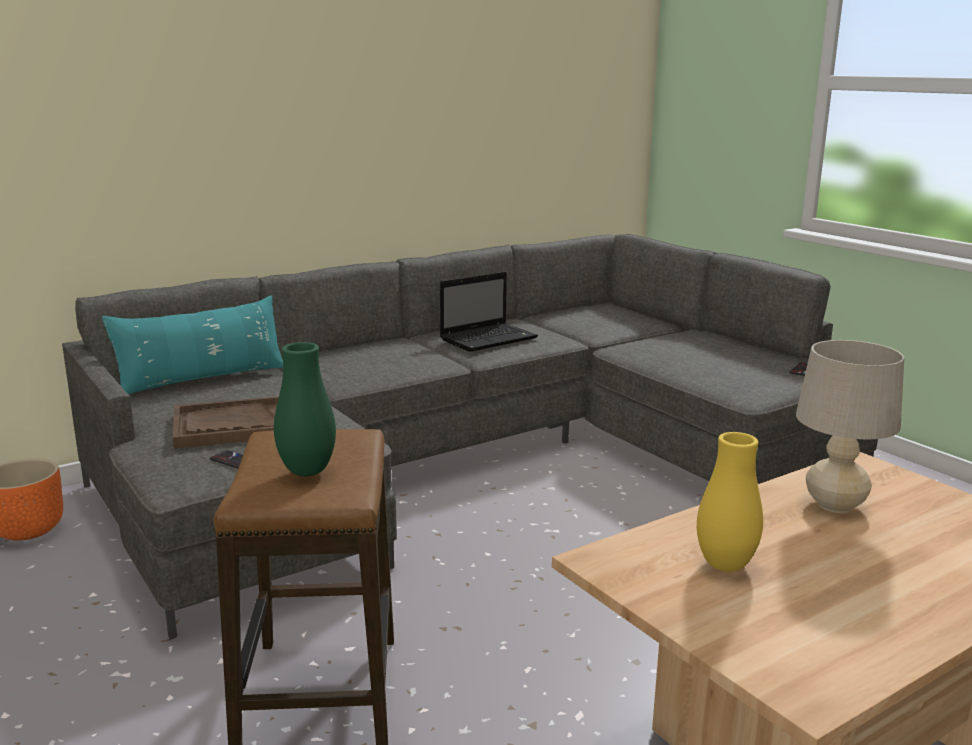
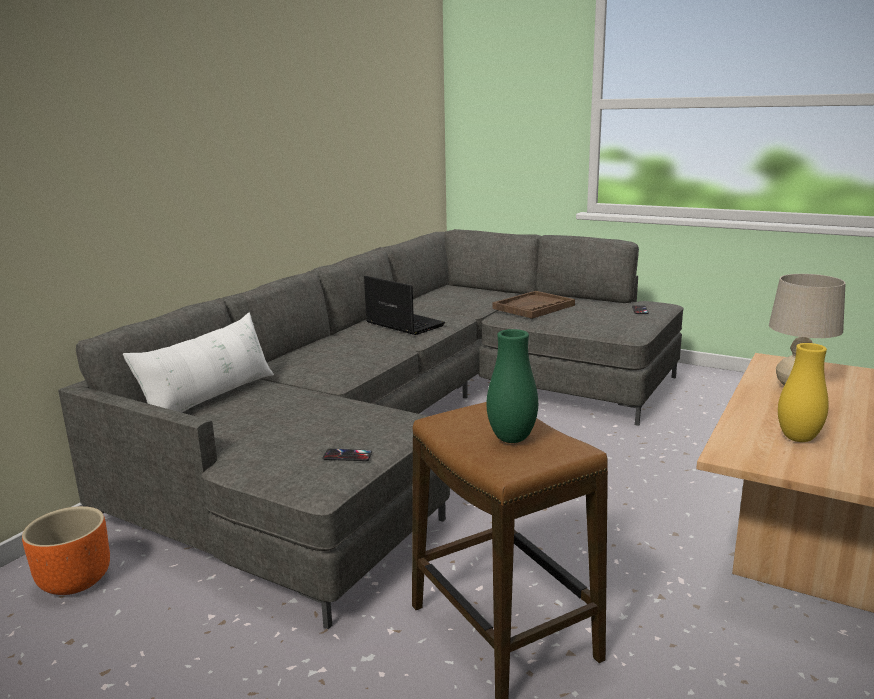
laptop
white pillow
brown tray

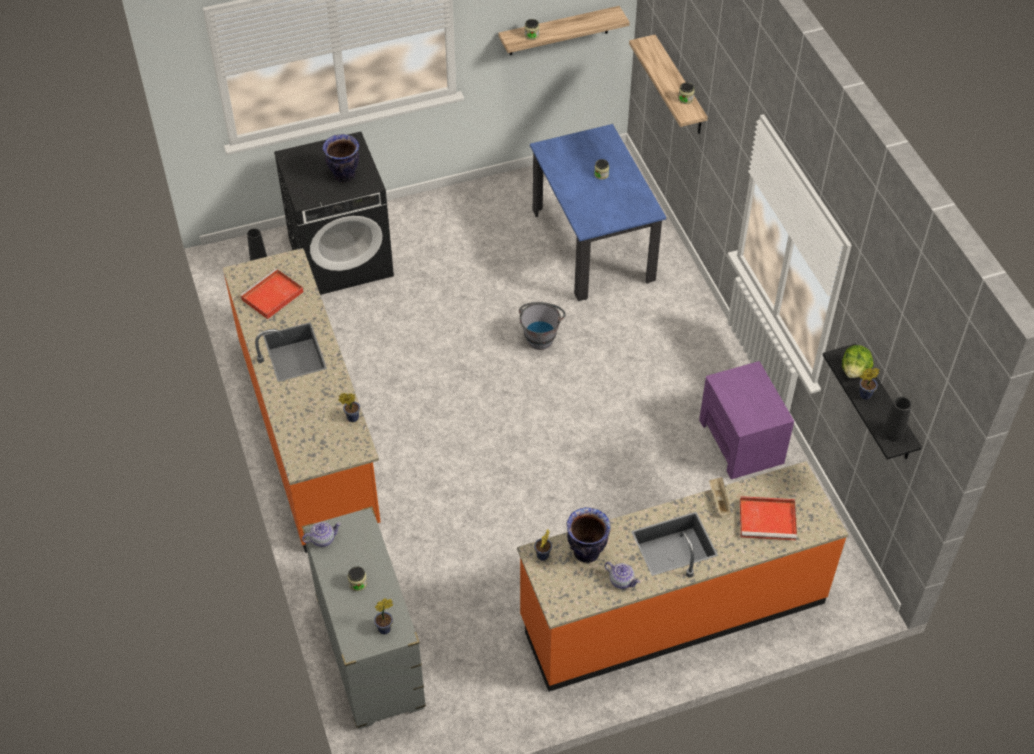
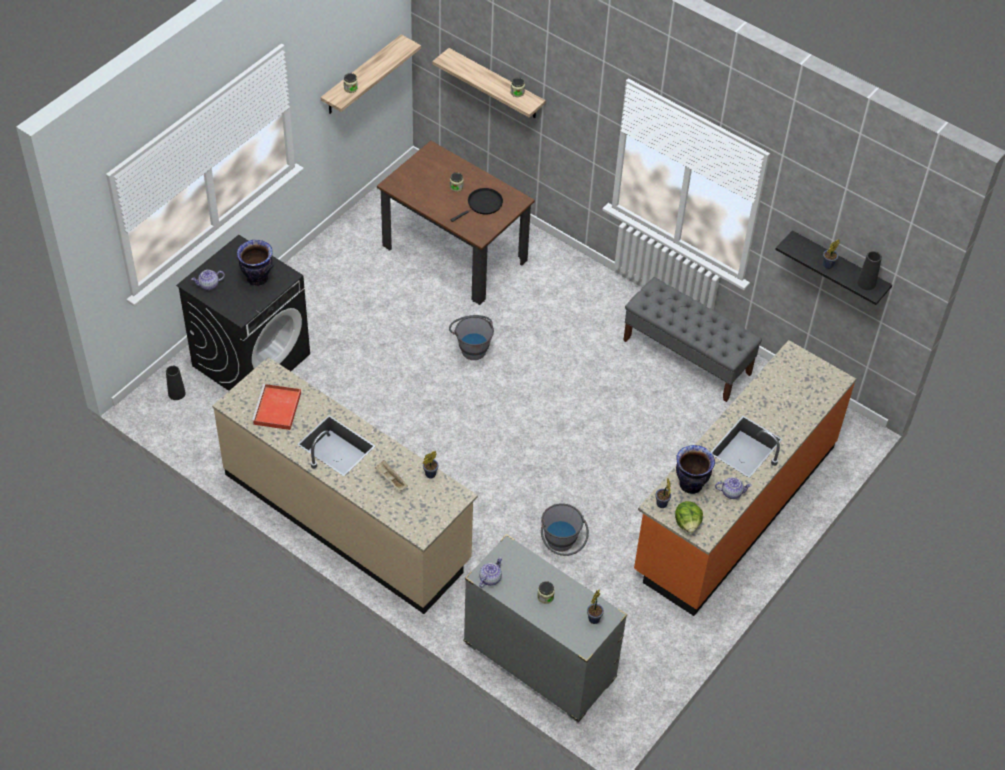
brown dining table
beige counter
lettuce
grey bench
beige tray
red tray (2nd from left in the first image)
black frying pan
teapot (1st from left)
grey bucket (2nd from left)

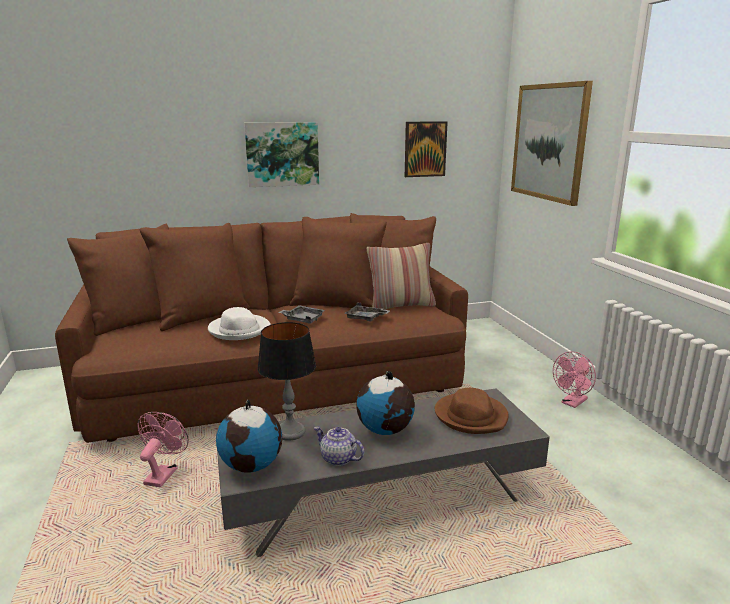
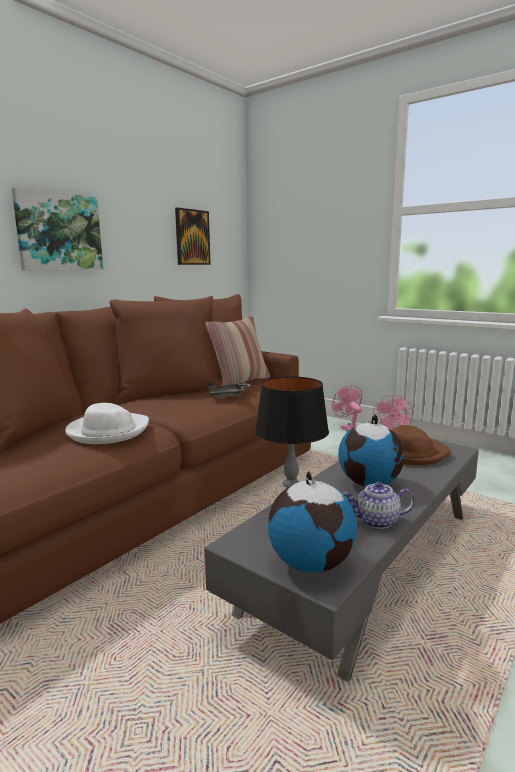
picture (3rd from left in the first image)
grey tray (1st from left in the first image)
pink fan (1st from left)

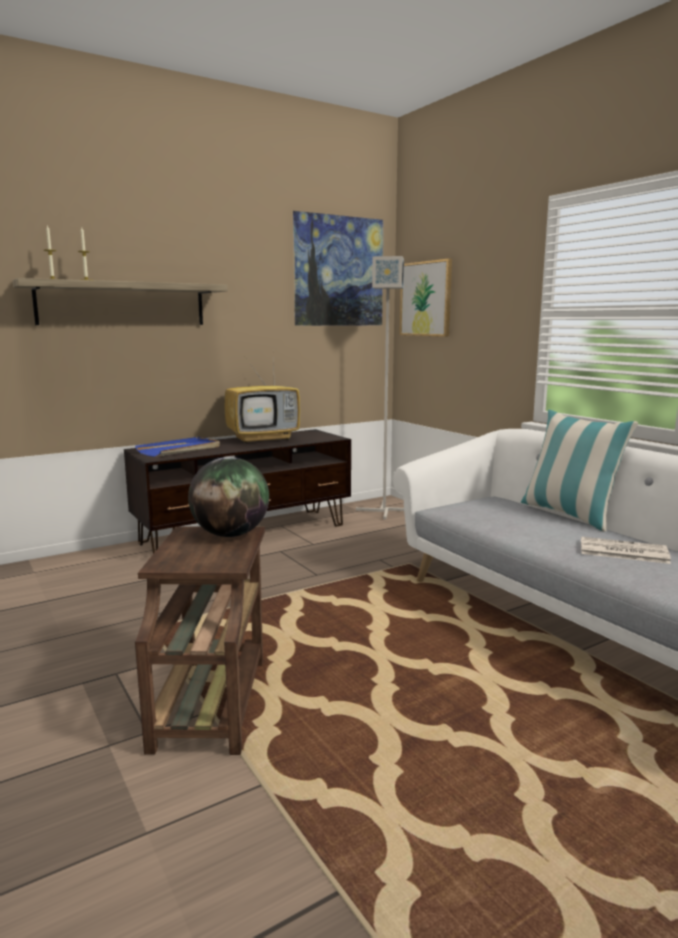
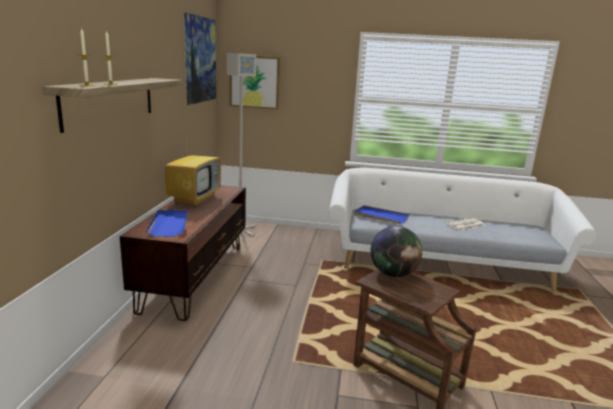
pillow
blue tray (2nd from left)

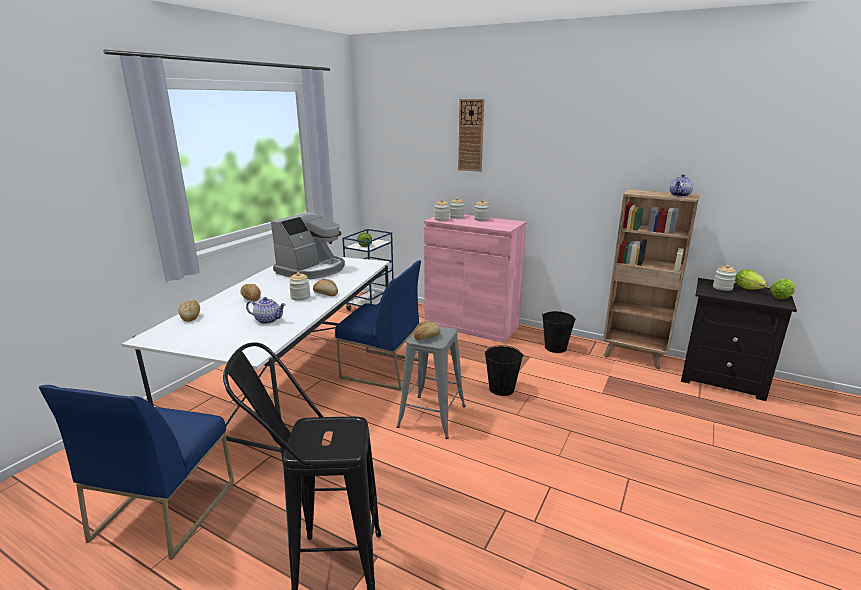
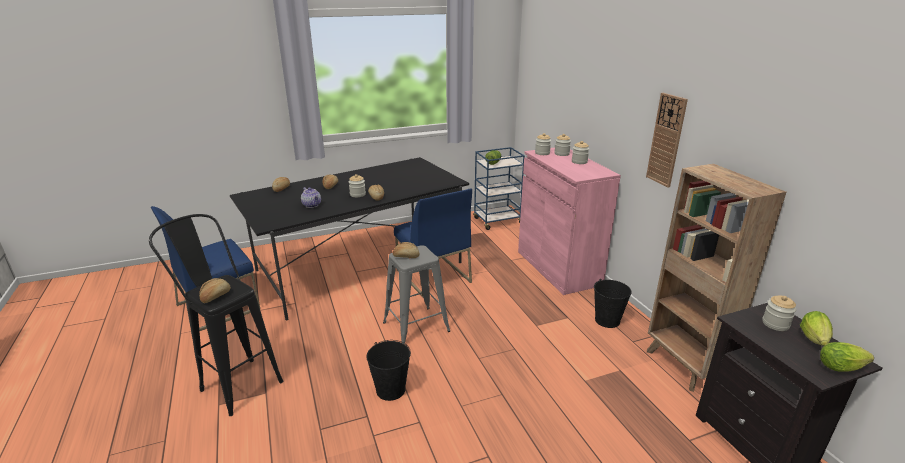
wall clock
teapot (2nd from left in the first image)
coffee machine
black dining table
black bucket (1st from left)
bread (1st from left)

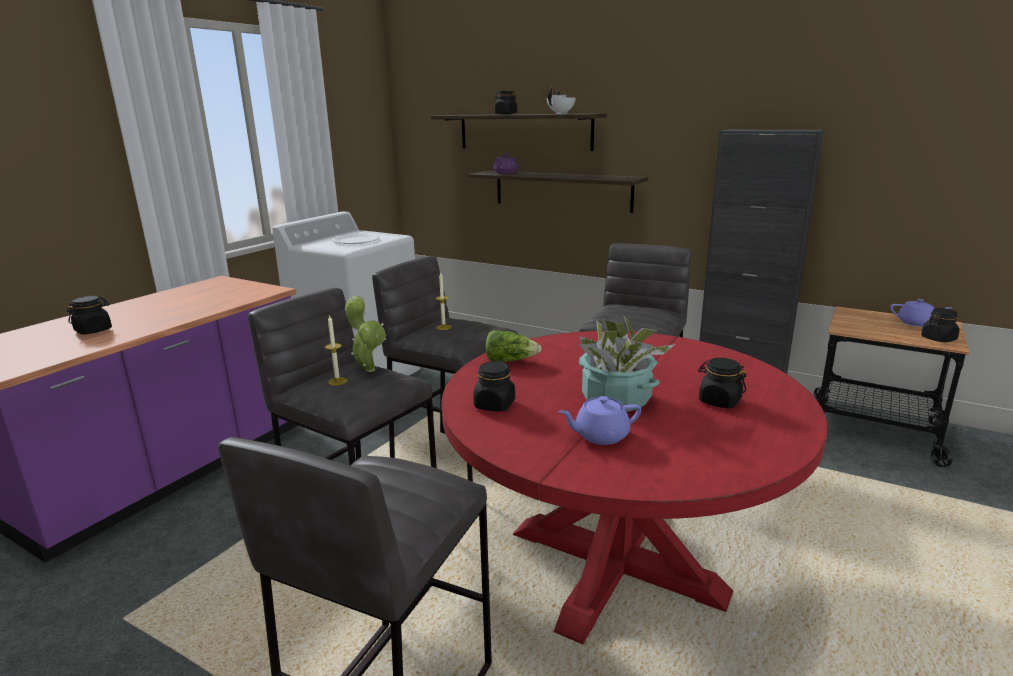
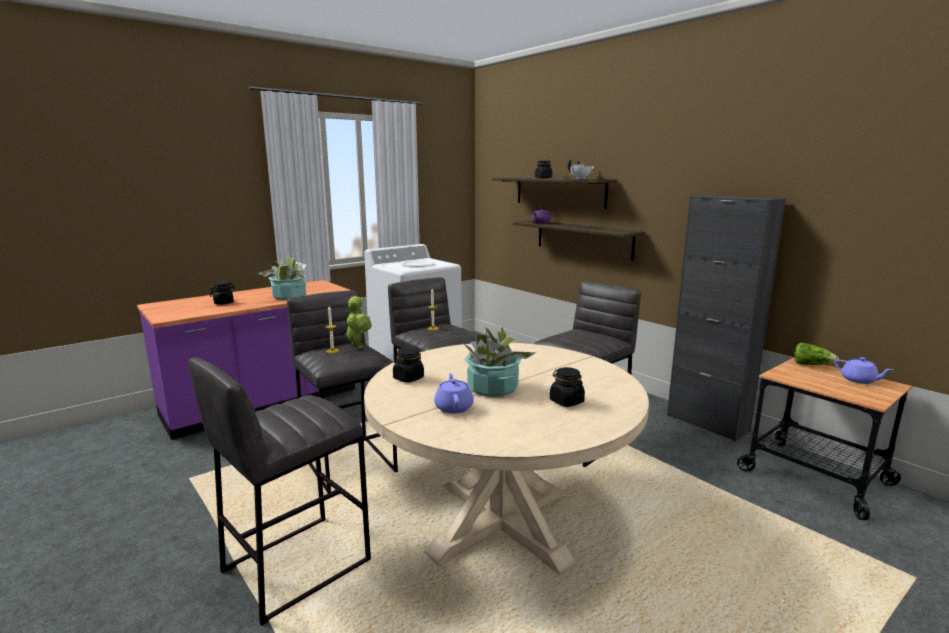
black jar (5th from left in the first image)
lettuce
beige dining table
purple teapot (1st from left)
potted plant (1st from left)

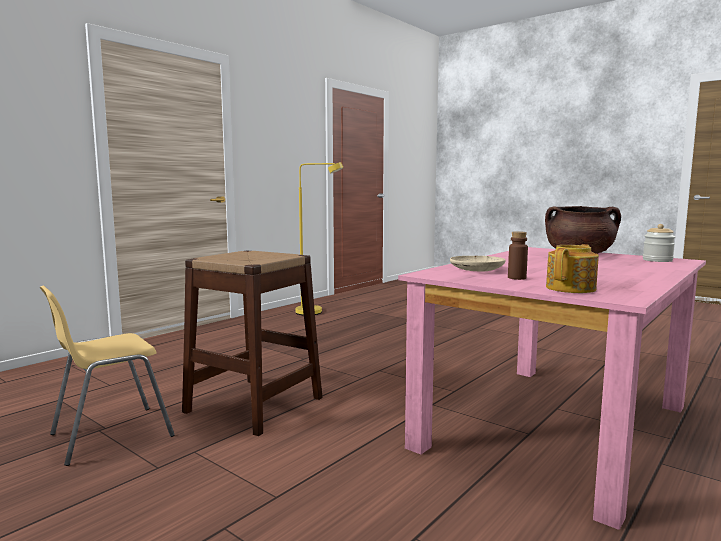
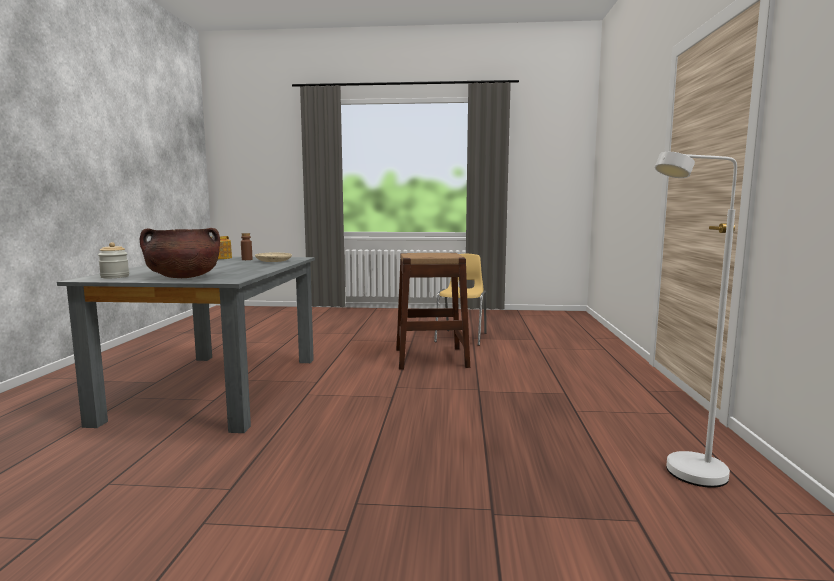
white floor lamp
grey dining table

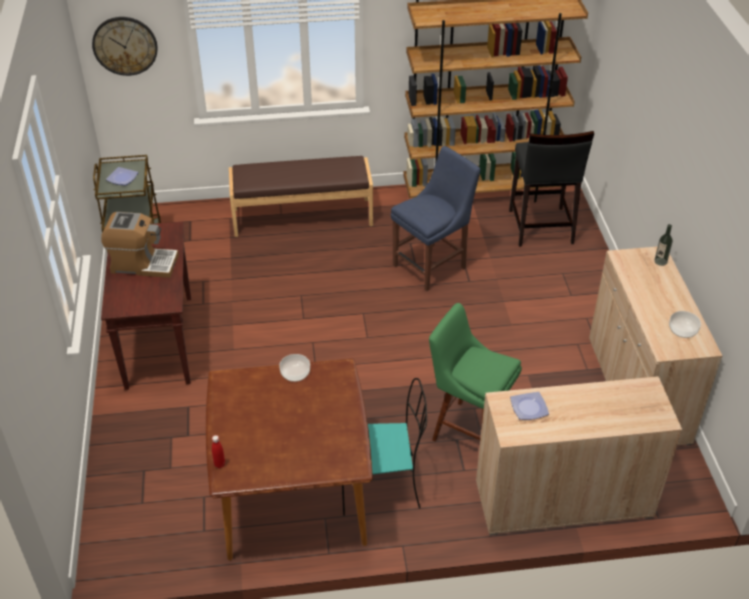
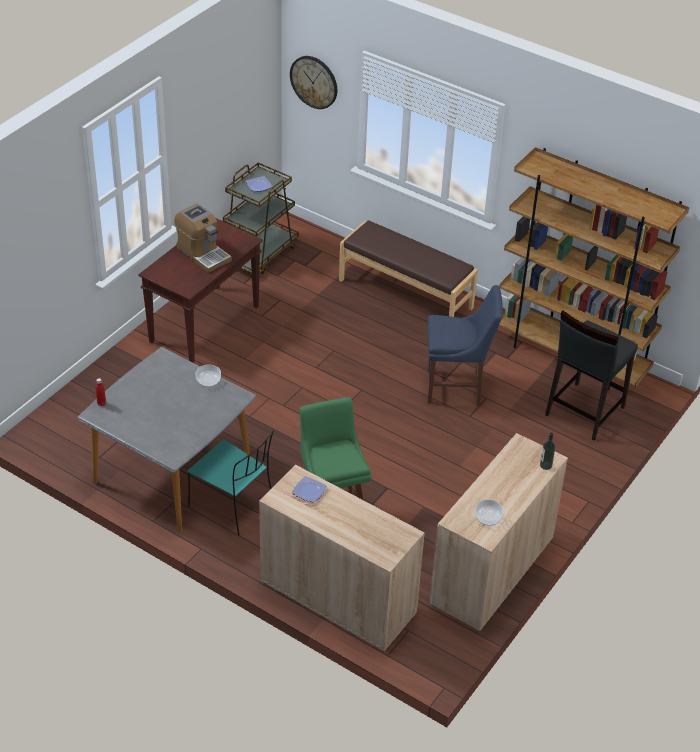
grey dining table

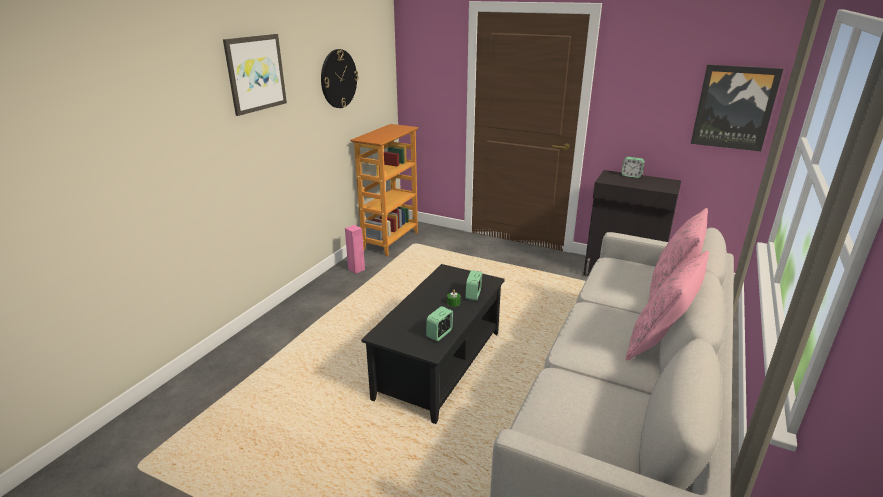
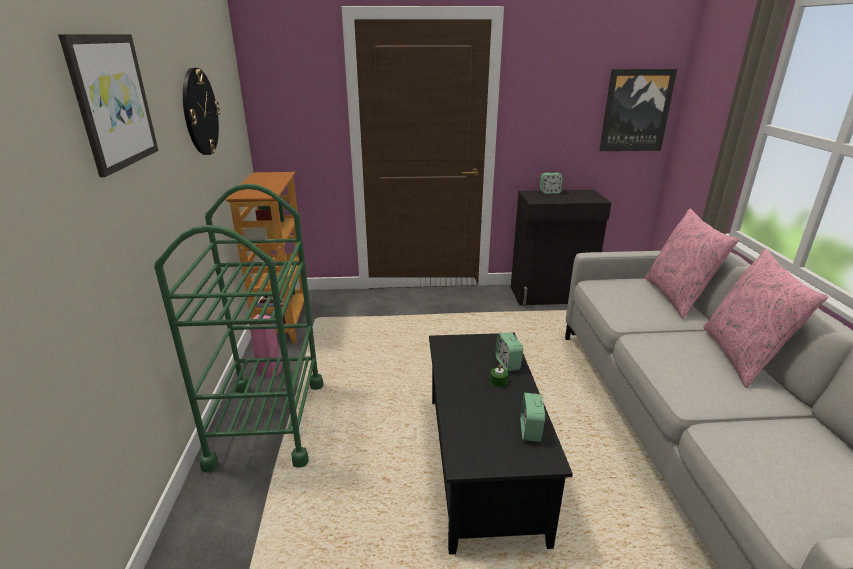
green cart

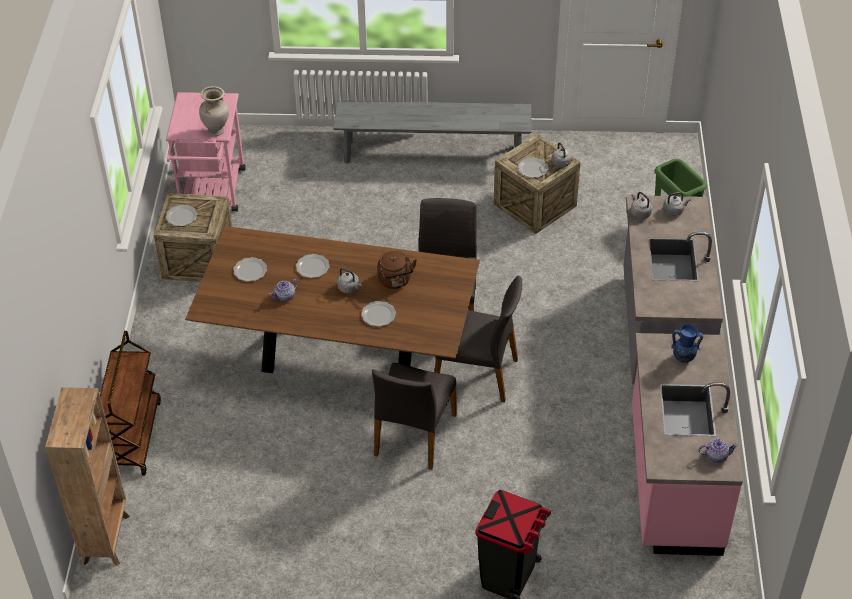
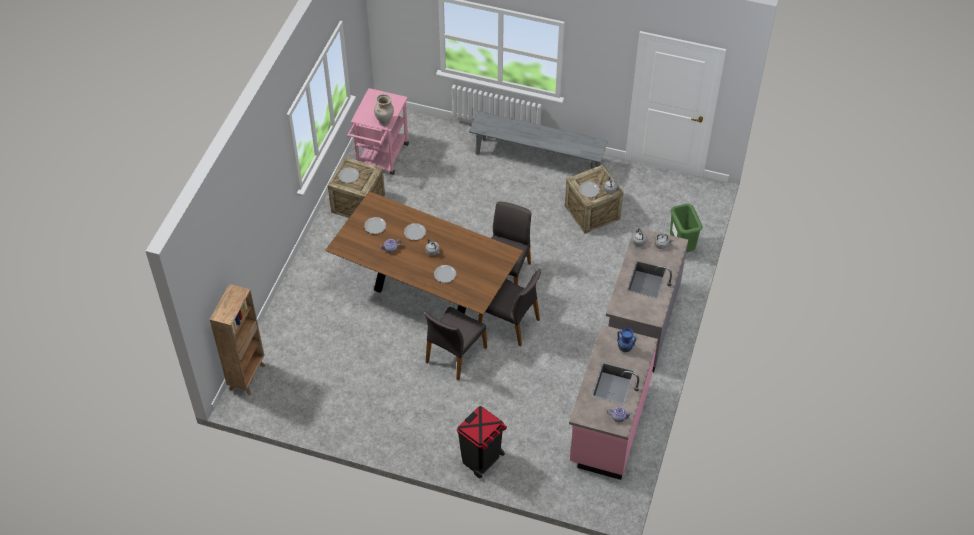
brown kettle
brown cart

